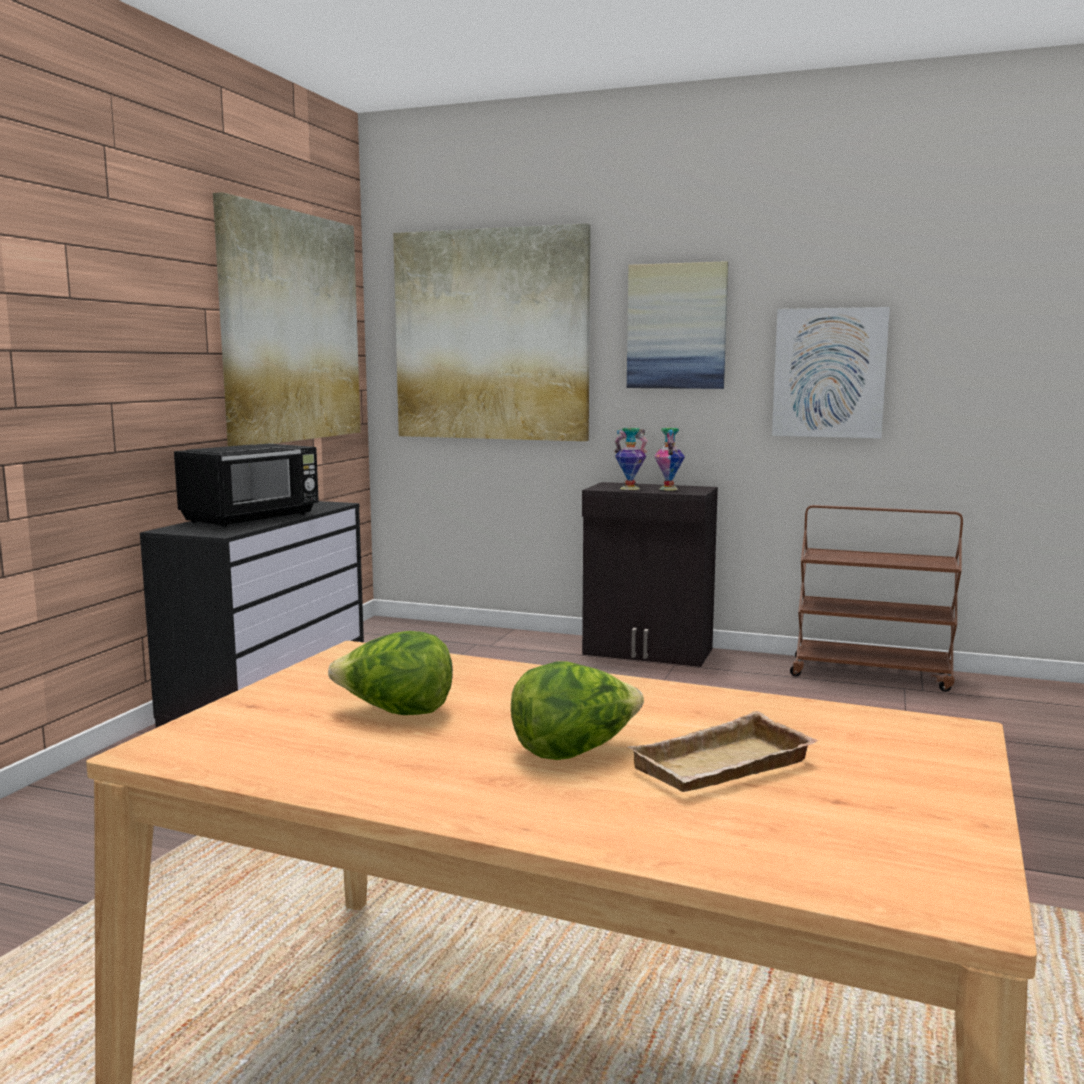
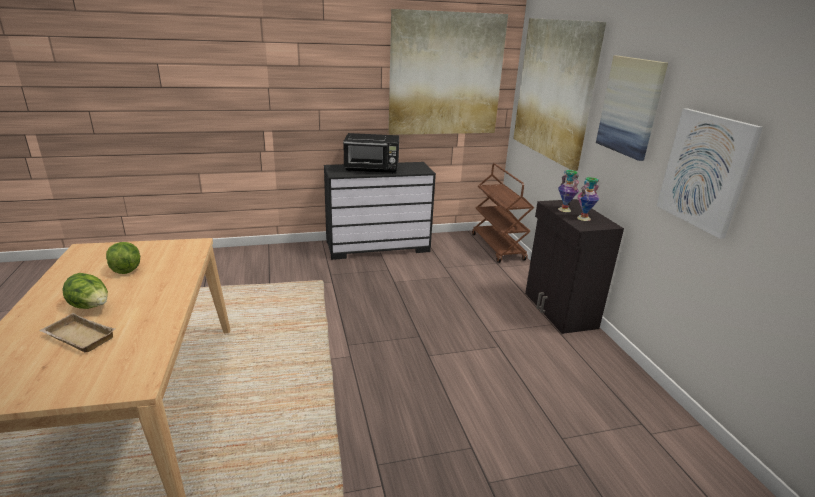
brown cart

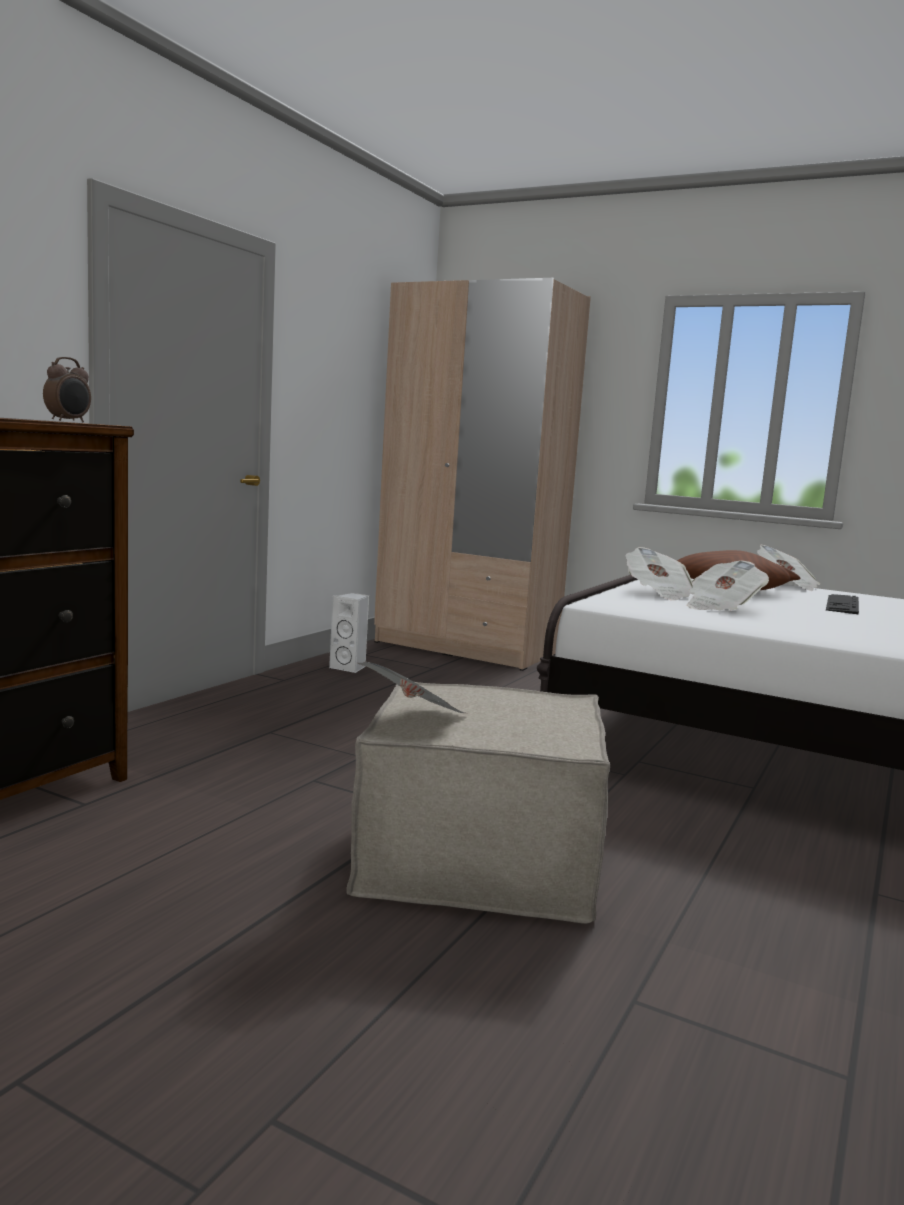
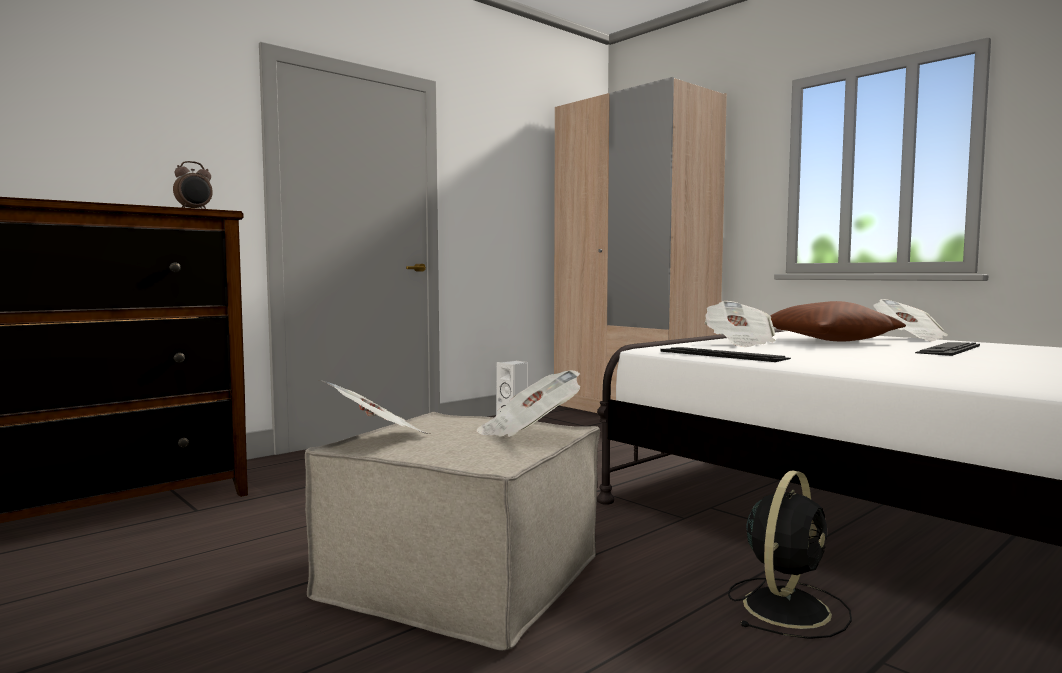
newspaper (2nd from left)
keyboard (1st from left)
black fan

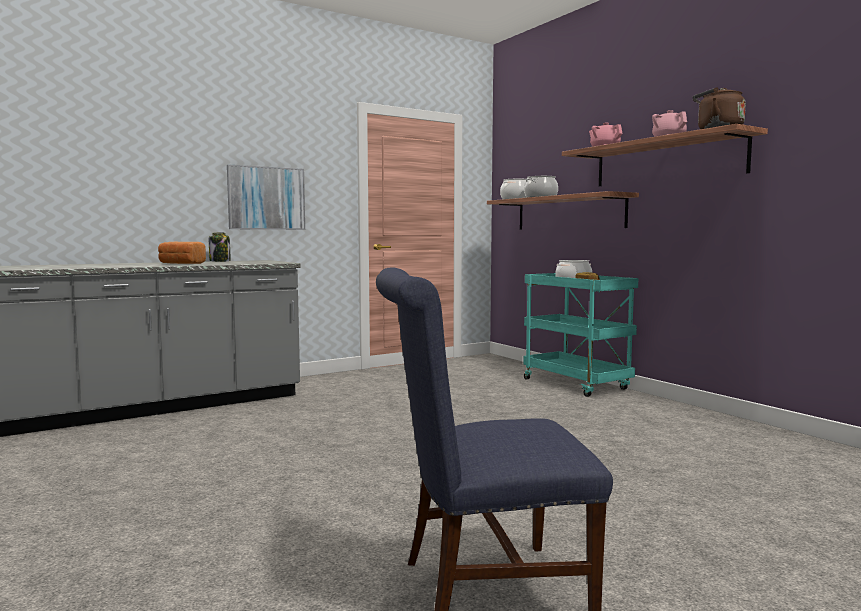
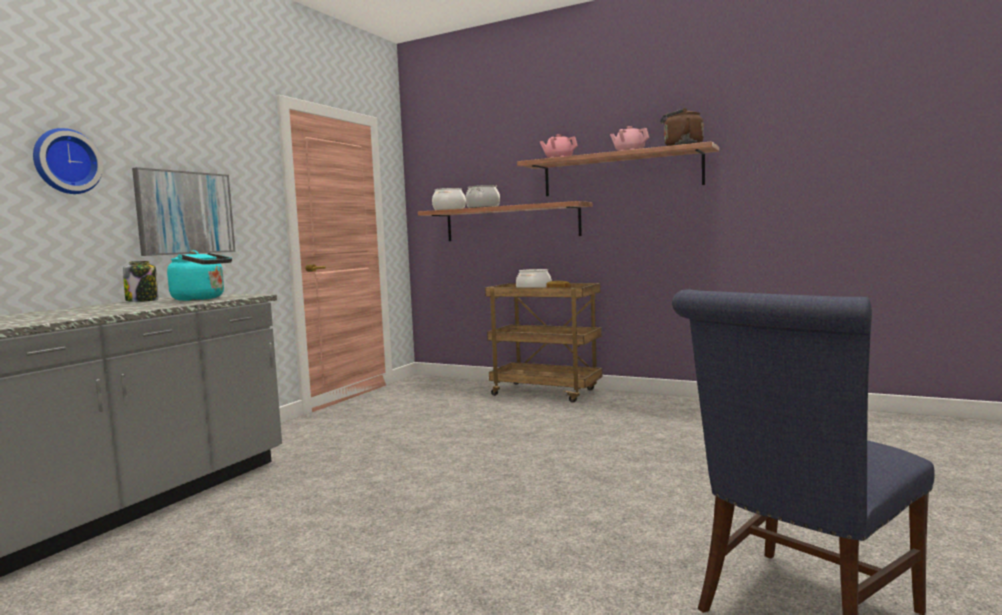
bread (1st from left in the first image)
brown cart
wall clock
turquoise kettle

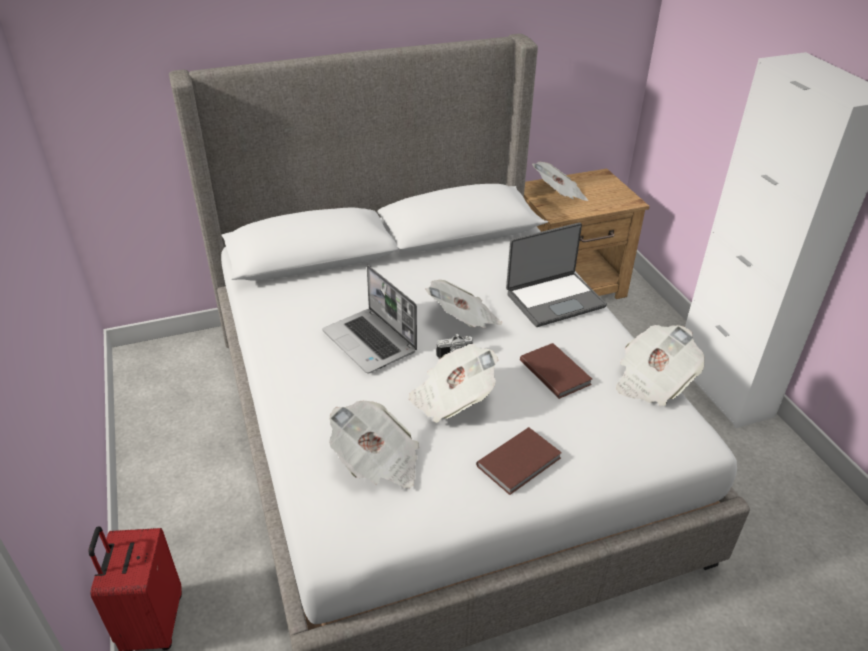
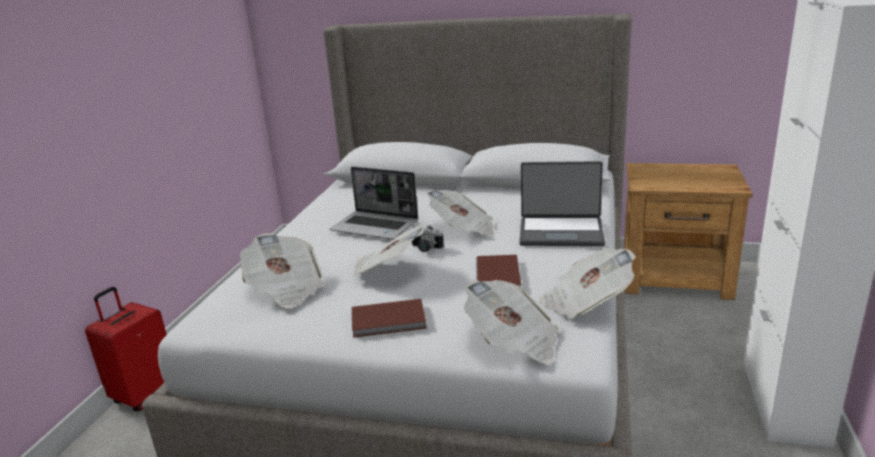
newspaper (4th from left)
laptop (1st from left)

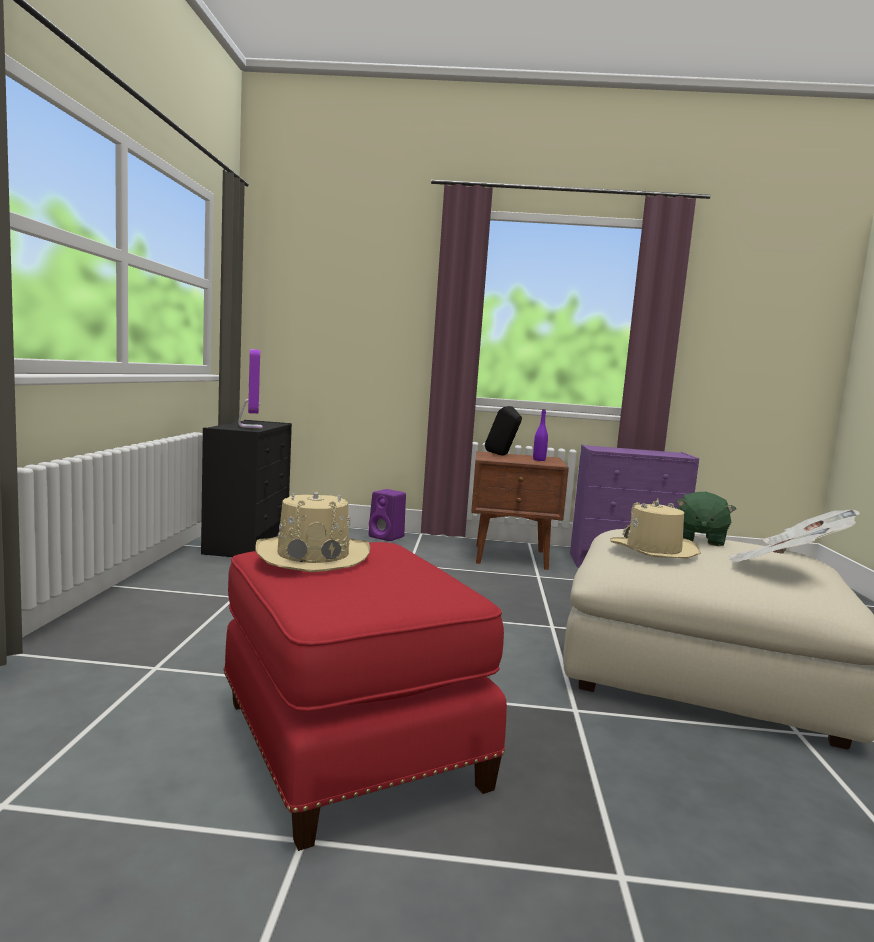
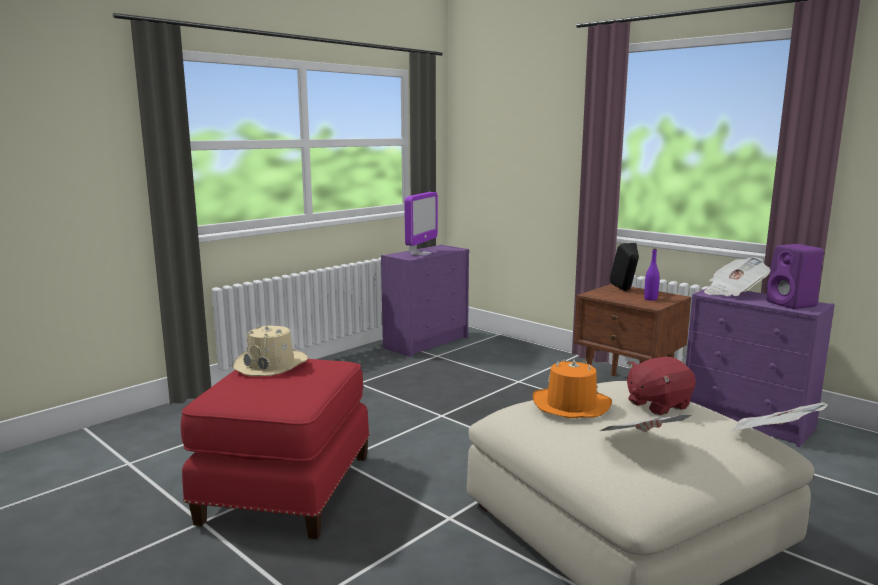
purple dresser (1st from left)
purple speaker
red plush toy
orange hat
newspaper (2nd from left)

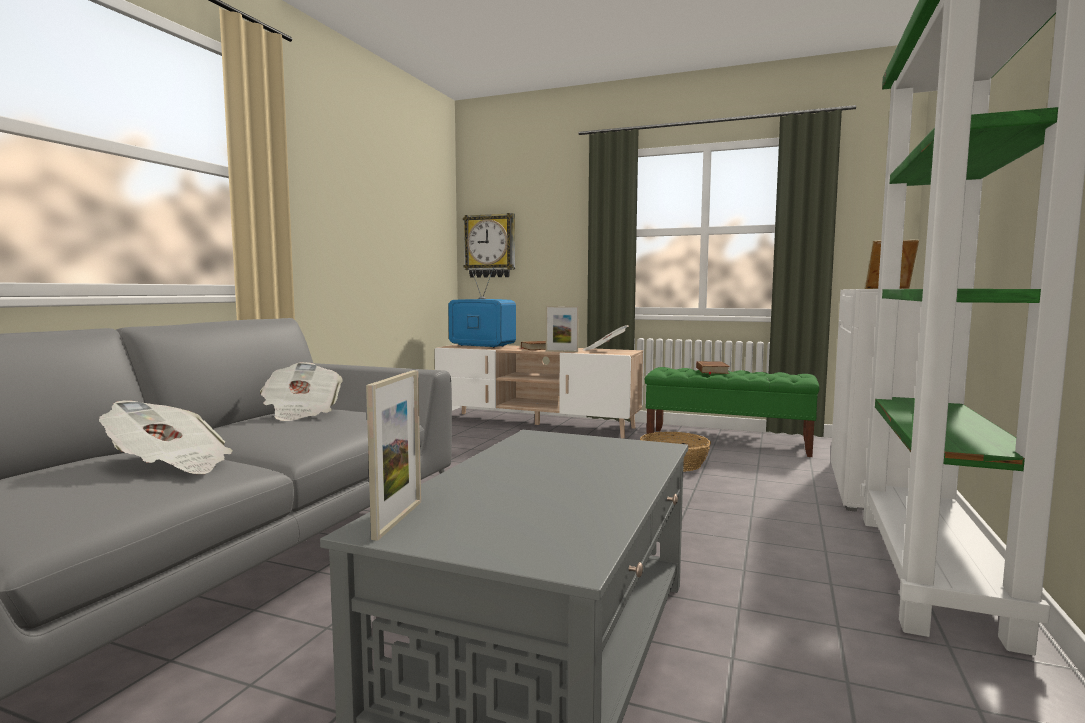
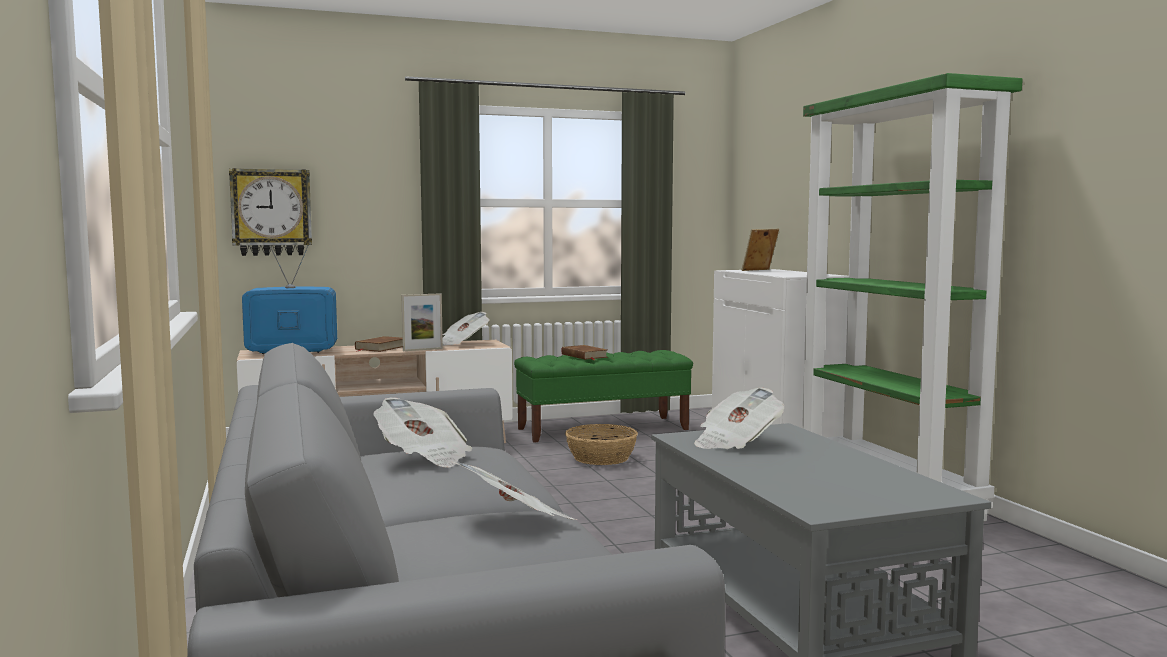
picture frame (1st from left in the first image)
newspaper (4th from left)

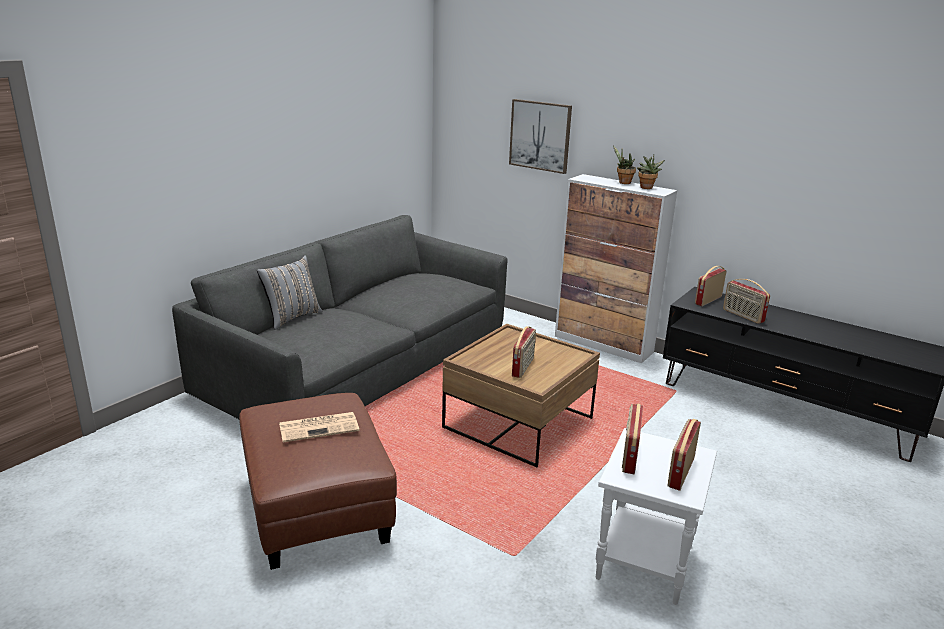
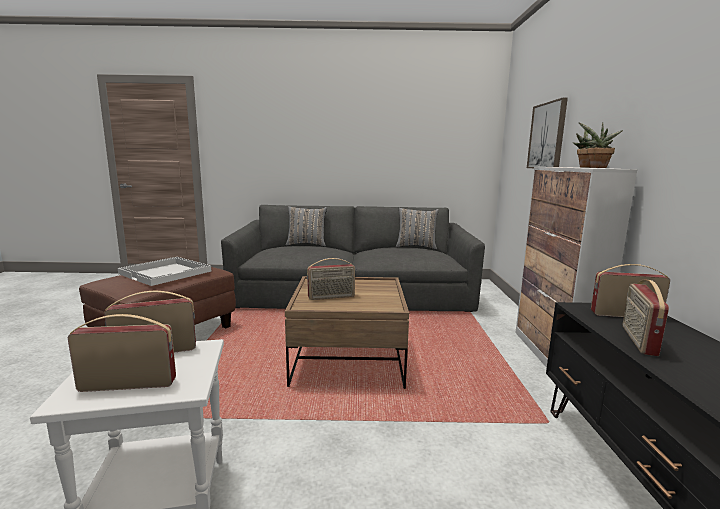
white tray
grey pillow (2nd from left)

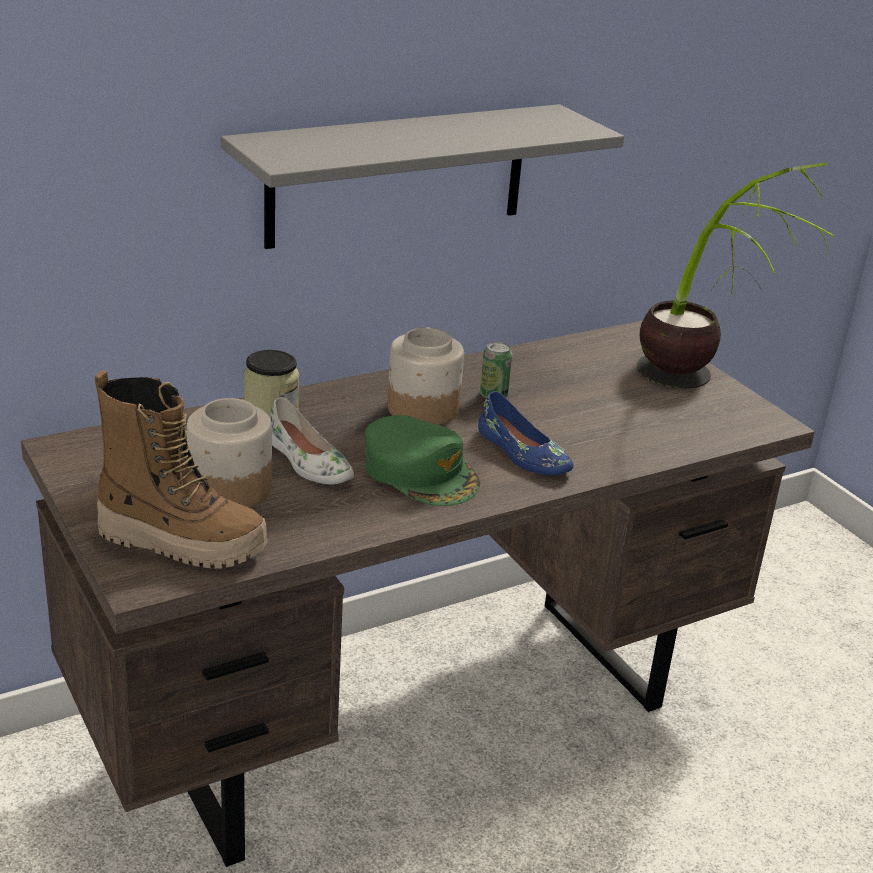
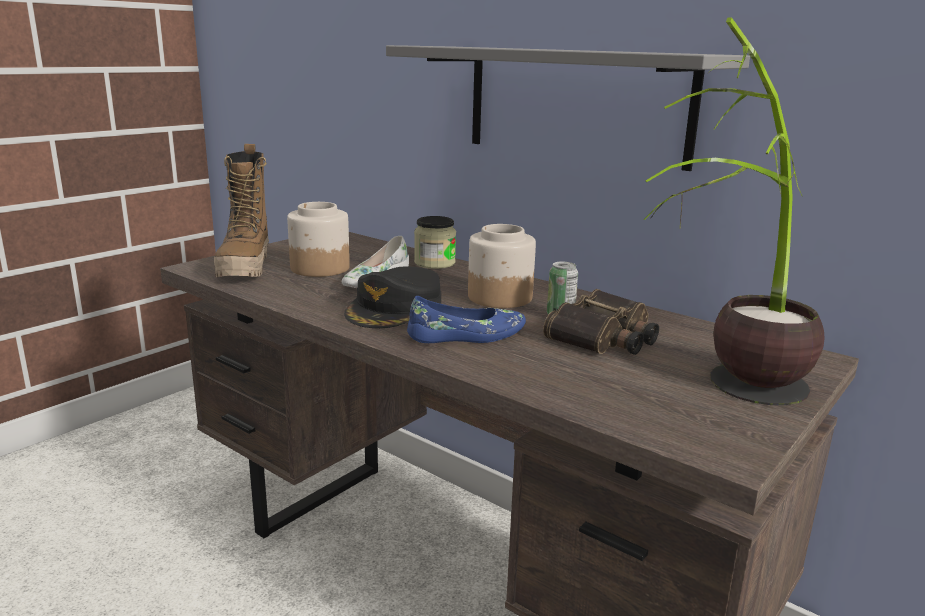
blue shoe
black cap
binoculars

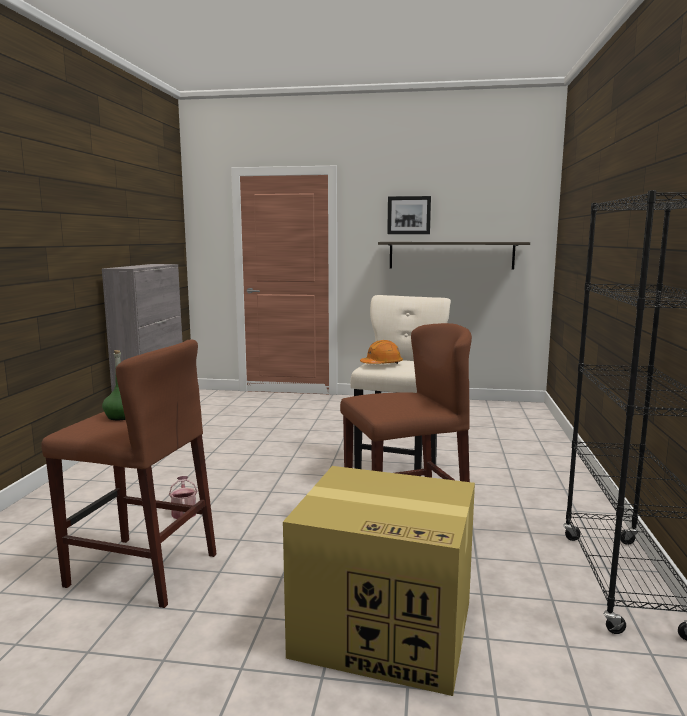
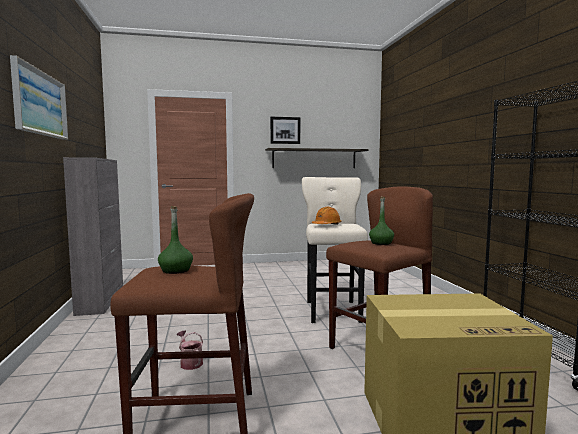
picture (1st from left)
green bottle (2nd from left)

